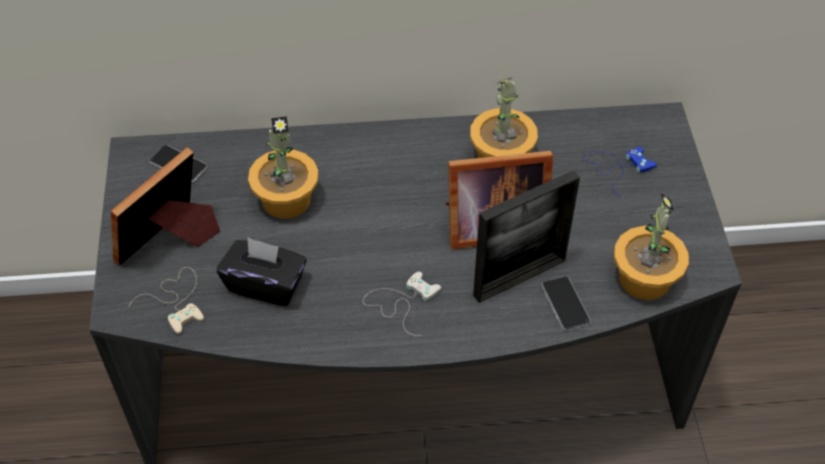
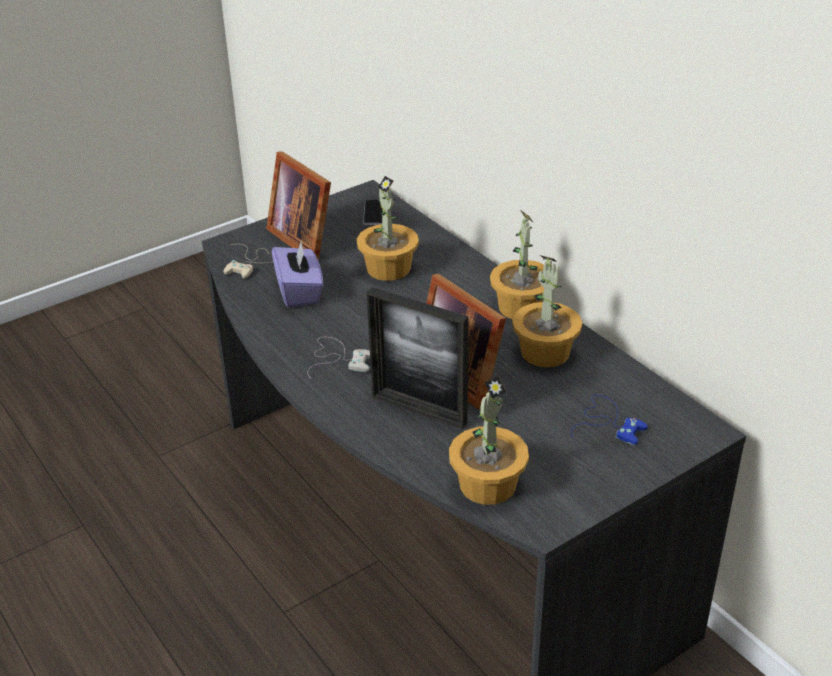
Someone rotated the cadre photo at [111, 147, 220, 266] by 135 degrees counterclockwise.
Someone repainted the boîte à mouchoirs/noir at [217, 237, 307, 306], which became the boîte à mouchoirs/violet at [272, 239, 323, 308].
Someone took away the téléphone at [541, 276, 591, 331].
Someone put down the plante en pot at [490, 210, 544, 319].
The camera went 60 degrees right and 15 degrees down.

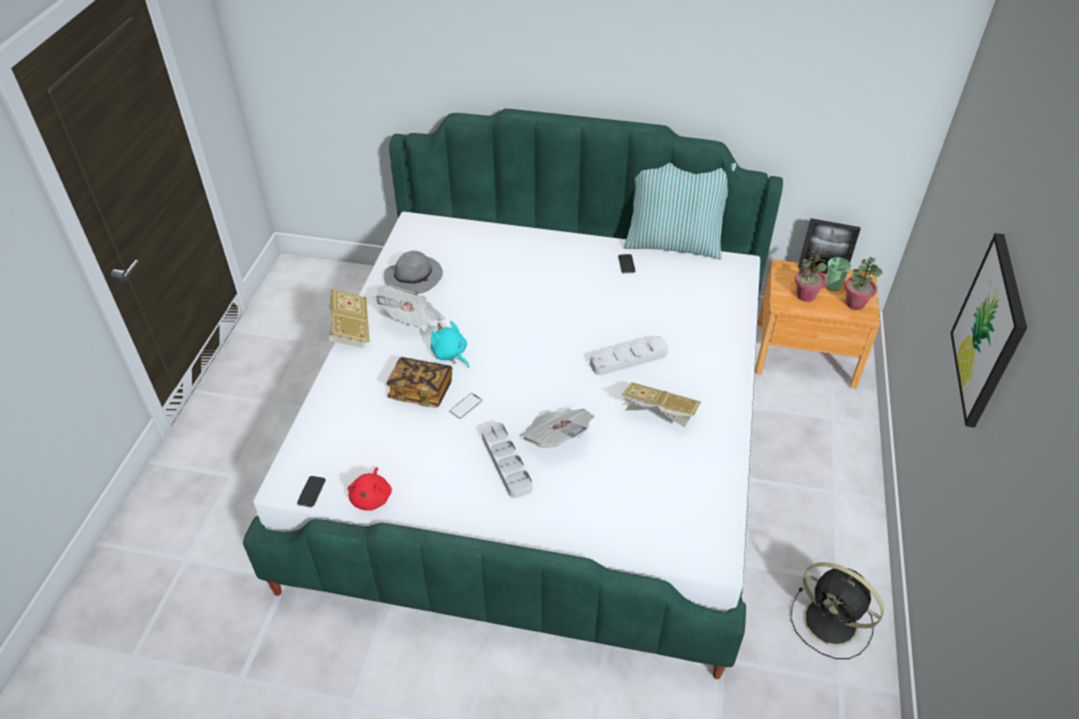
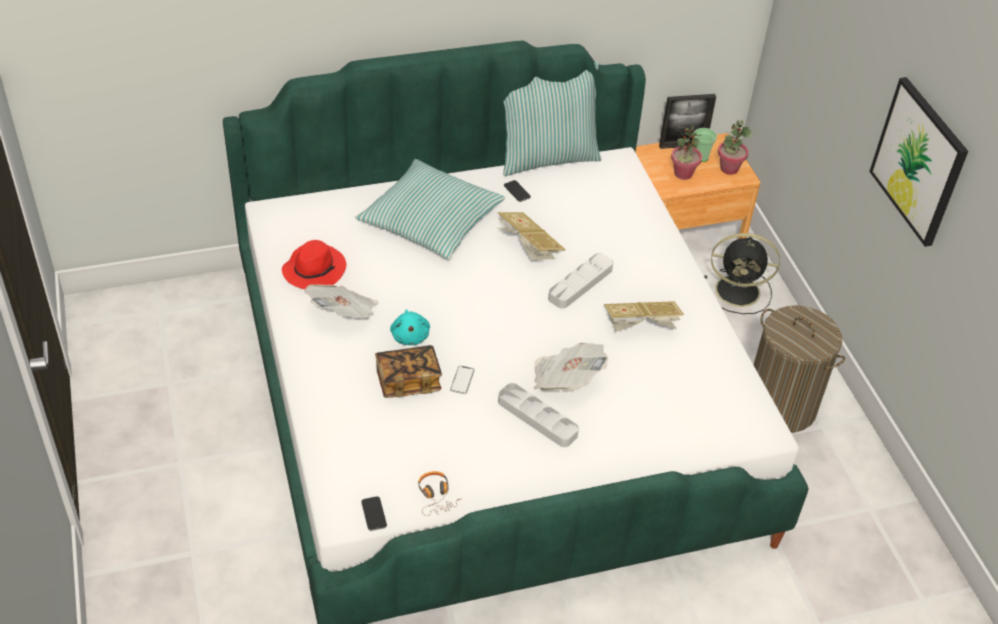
Someone repainted the chapeau/gris at [384, 251, 443, 294], which became the chapeau/rouge at [282, 240, 346, 289].
Someone carried the livre from [328, 289, 370, 348] to [497, 212, 566, 260].
Someone rotated the peluche/turquoise at [431, 321, 469, 368] by 120 degrees counterclockwise.
Someone swapped the peluche/rouge at [348, 467, 392, 511] for the casque audio at [418, 471, 460, 516].
Someone carried the ventilateur/noir from [790, 562, 884, 659] to [704, 233, 780, 314].
Someone put down the coussin at [355, 159, 505, 259].
Someone put down the panier à linge at [754, 305, 845, 433].
The camera went 30 degrees left and 0 degrees up.

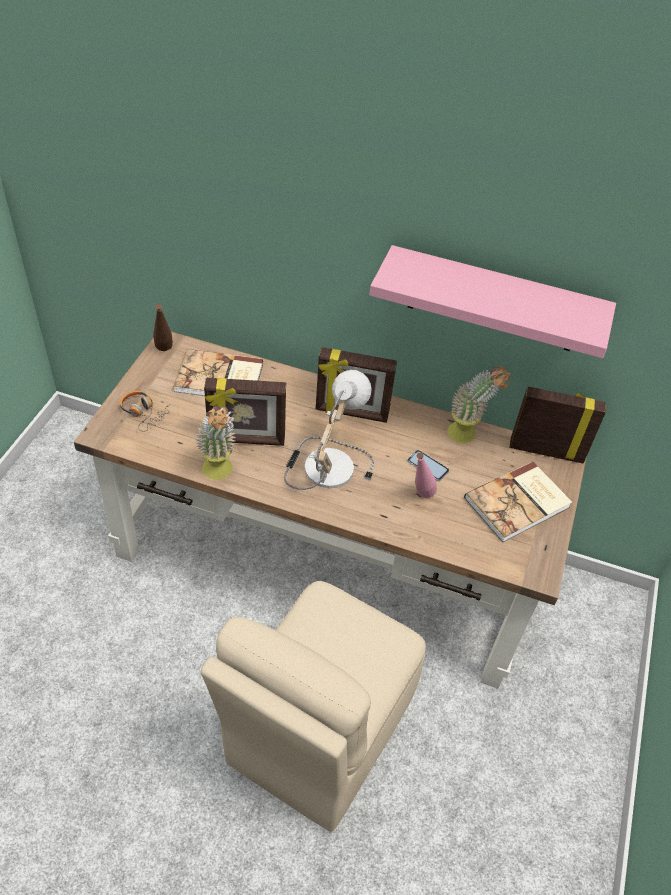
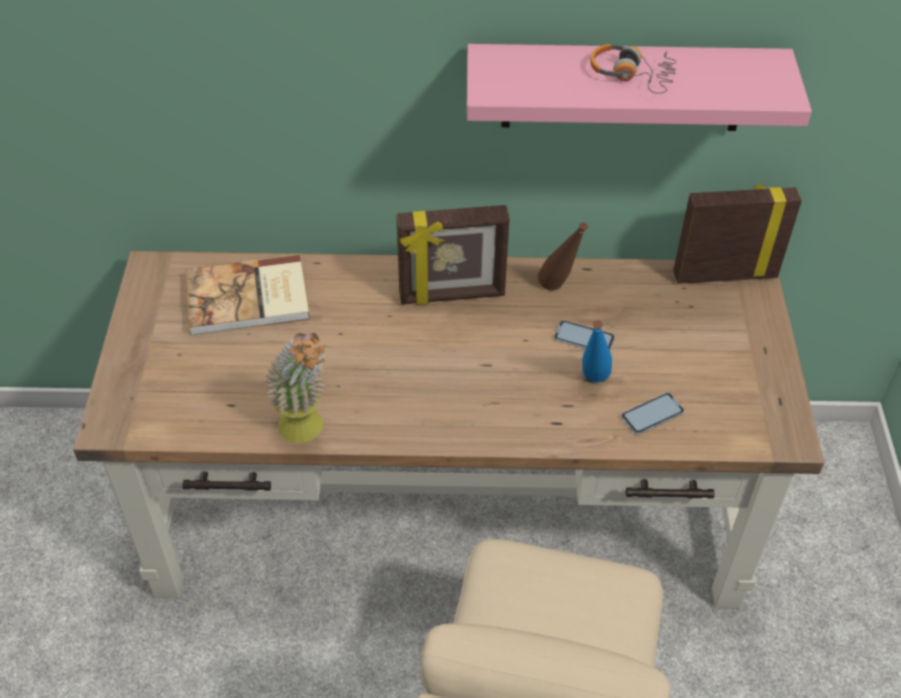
Someone carried the bouteille/marron from [153, 304, 173, 351] to [538, 222, 588, 291].
Someone took away the plante en pot at [447, 366, 511, 443].
Someone took away the lampe de table at [284, 370, 374, 490].
Someone took away the cadre photo at [204, 378, 286, 446].
Someone carried the casque audio from [120, 391, 170, 432] to [590, 44, 676, 94].
Someone repainted the bouteille/rose at [415, 453, 437, 498], which became the bouteille/bleu at [582, 320, 612, 383].
Someone took away the livre at [464, 461, 572, 542].
Someone put down the téléphone at [621, 393, 685, 435].
The camera went 15 degrees left and 0 degrees up.

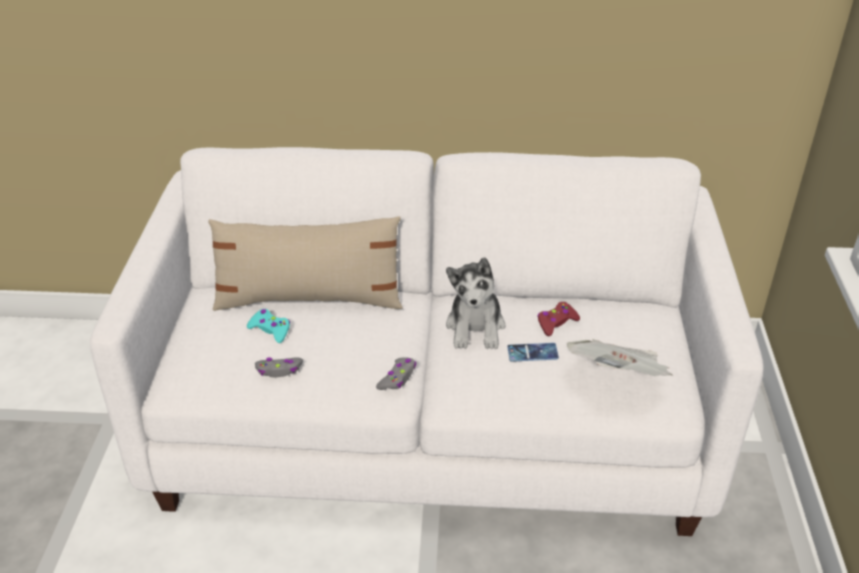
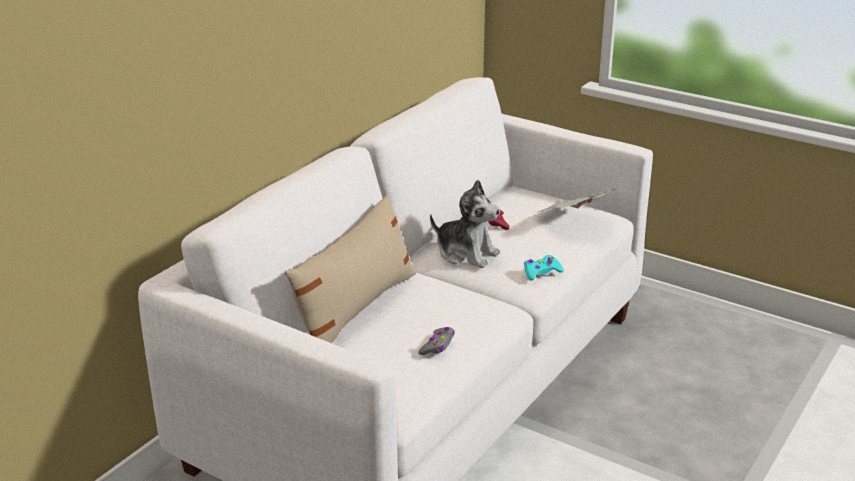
Someone carried the manette/turquoise from [247, 309, 290, 343] to [524, 255, 564, 280].
Someone took away the téléphone at [507, 343, 559, 362].
Someone took away the manette/gris at [376, 357, 416, 390].
The camera went 60 degrees left and 10 degrees down.

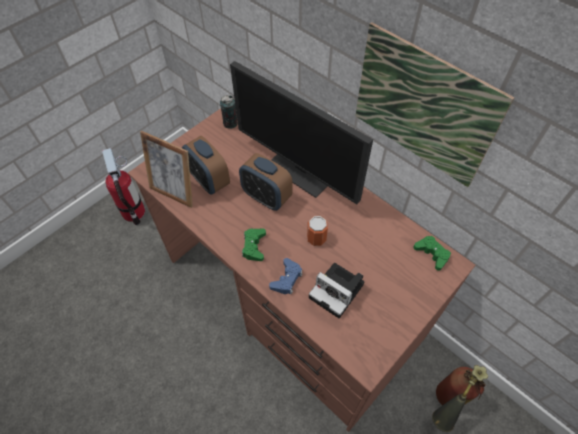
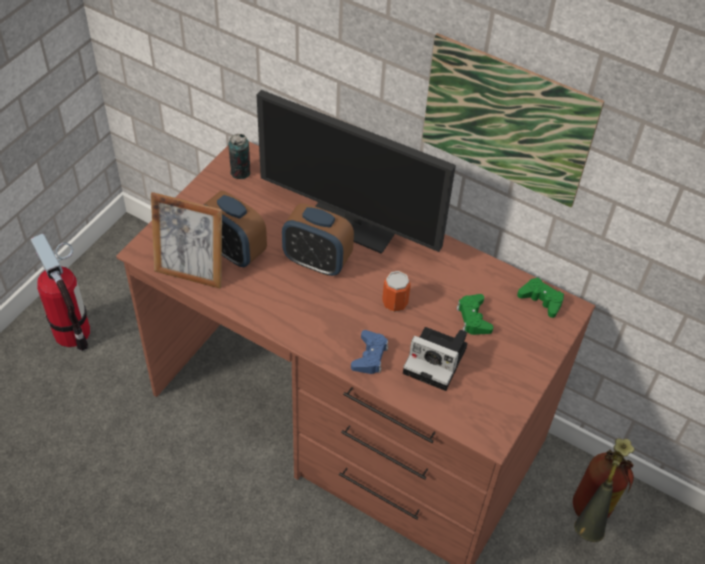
Someone carried the manette/vert from [242, 229, 266, 261] to [457, 294, 493, 335].
The camera went 15 degrees left and 5 degrees down.

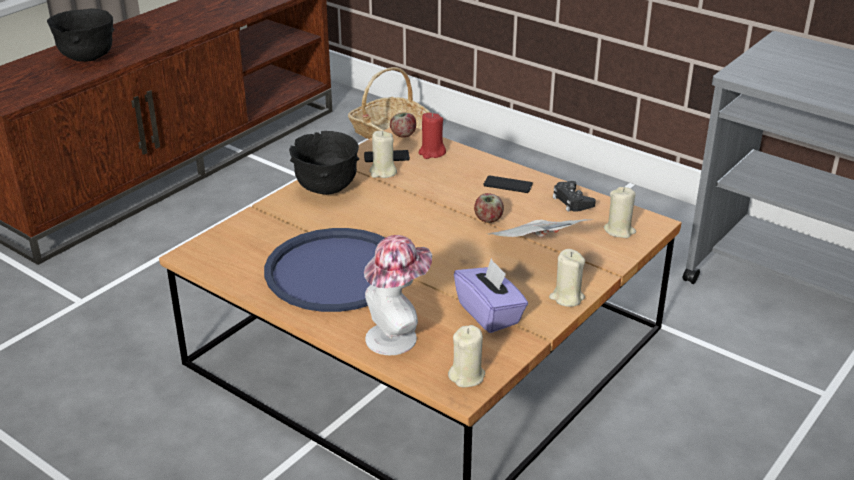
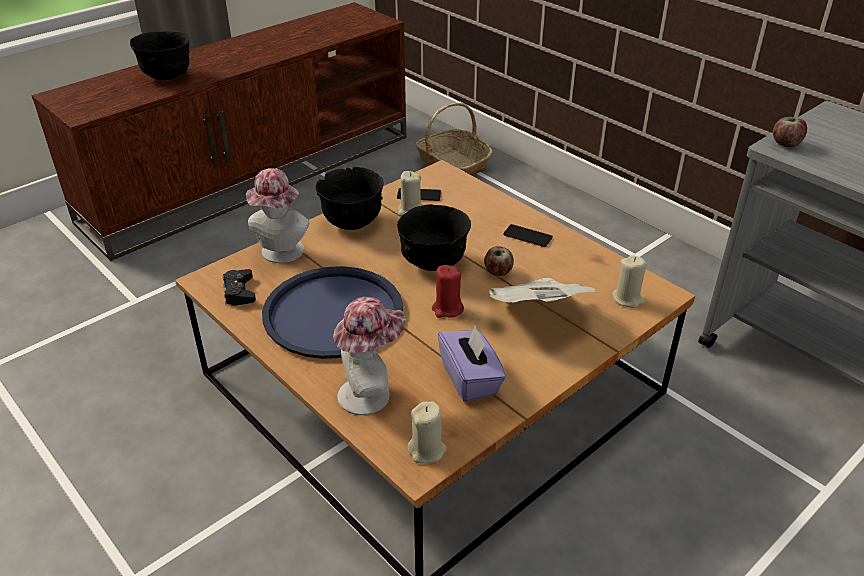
Someone carried the pomme from [390, 113, 416, 138] to [773, 117, 807, 147].
Someone carried the bougie/rouge from [418, 113, 446, 159] to [432, 265, 464, 318].
Someone carried the manette/noir from [553, 181, 596, 212] to [223, 269, 256, 306].
Someone took away the bougie/beige at [549, 249, 585, 307].
Someone put down the chapeau at [246, 168, 310, 263].
Someone put down the bol/noir at [397, 204, 471, 271].
The camera went 10 degrees right and 5 degrees up.

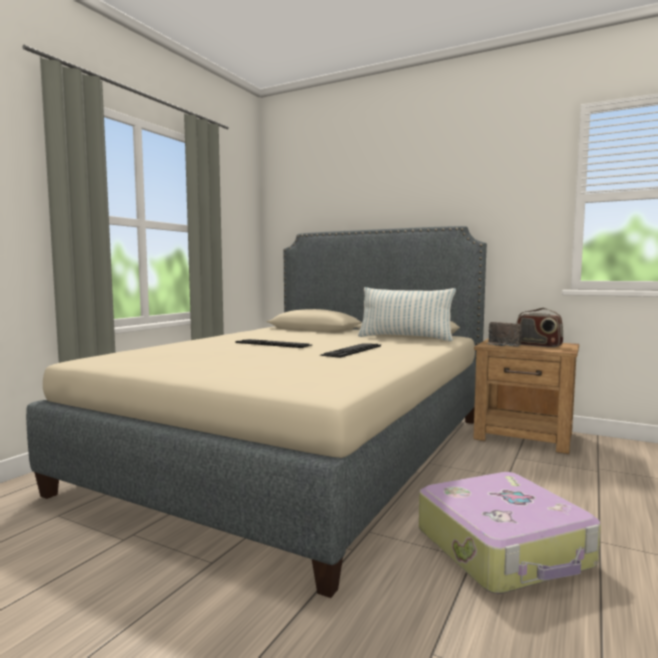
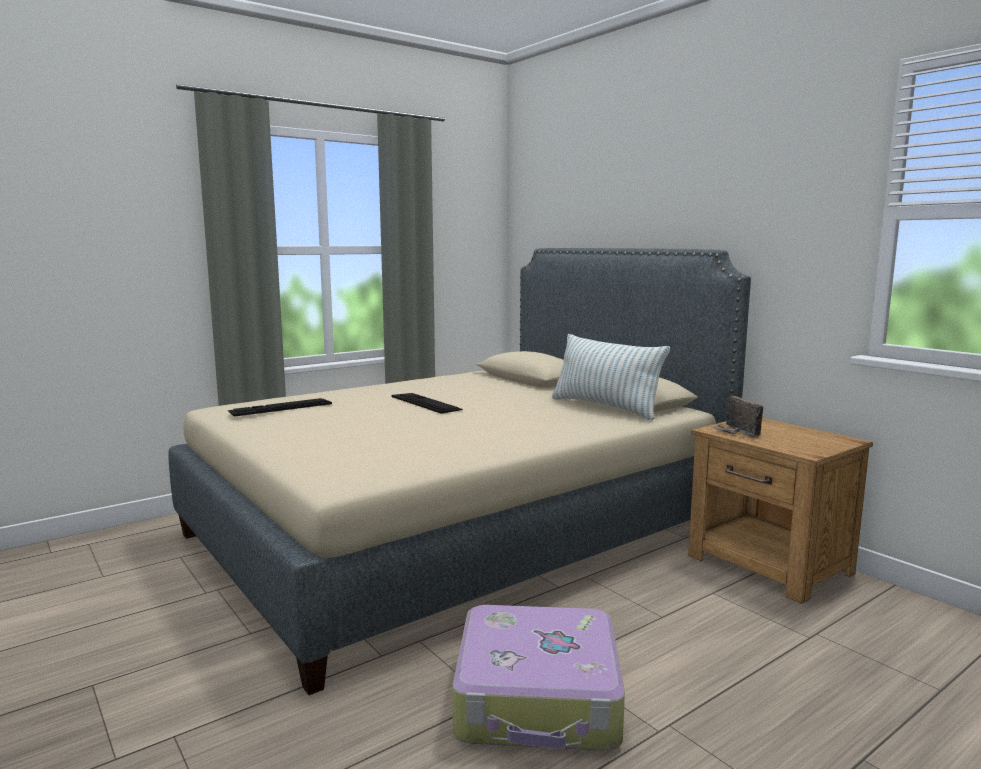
Someone took away the radio at [516, 308, 563, 348].
Someone carried the clavier from [320, 343, 381, 358] to [228, 398, 332, 417].
The camera went 25 degrees right and 5 degrees up.

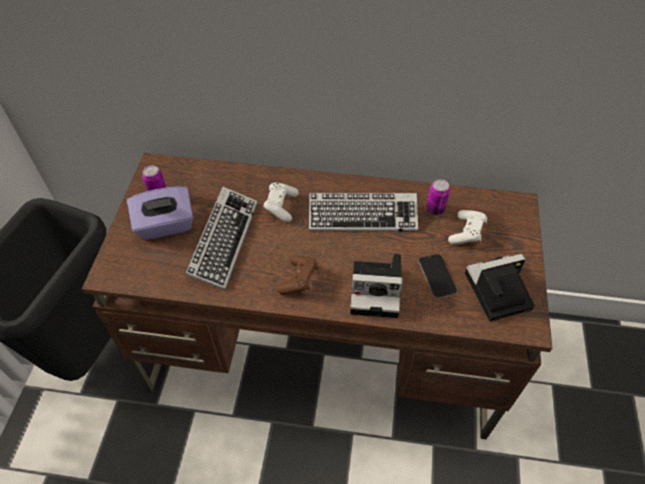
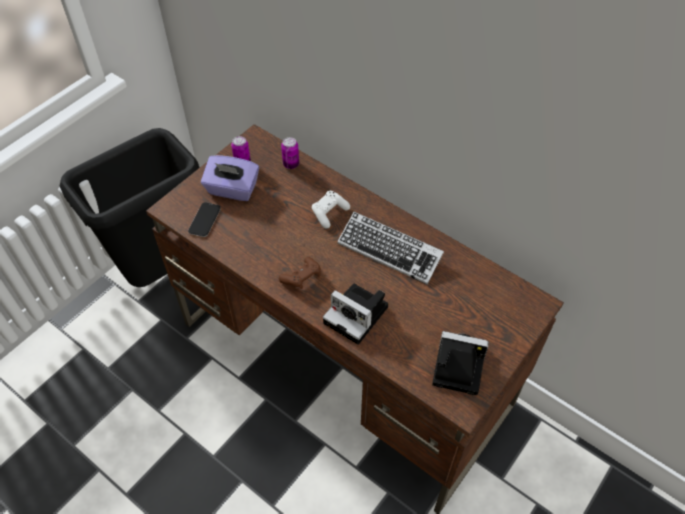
Someone carried the boîte métallique from [426, 179, 450, 215] to [281, 137, 299, 169].
Someone took away the clavier at [185, 186, 257, 290].
Someone took away the manette/blanc at [448, 210, 487, 245].
Someone carried the téléphone from [419, 254, 457, 298] to [188, 202, 221, 237].
The camera went 30 degrees right and 0 degrees up.

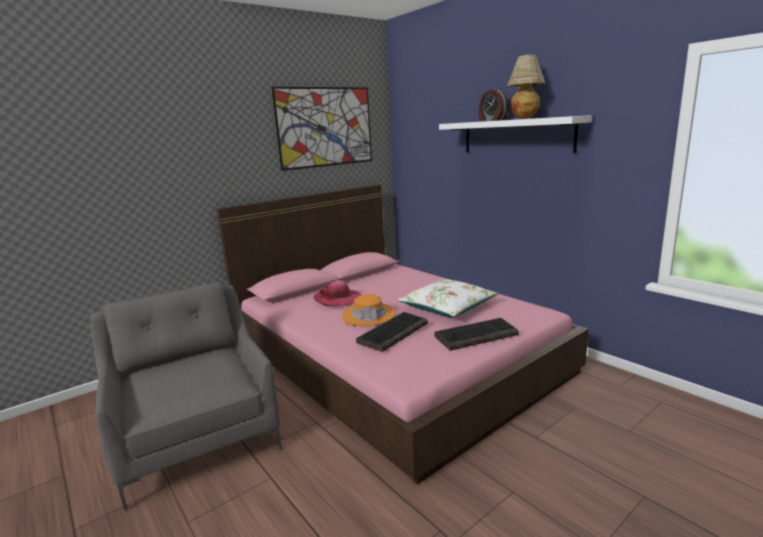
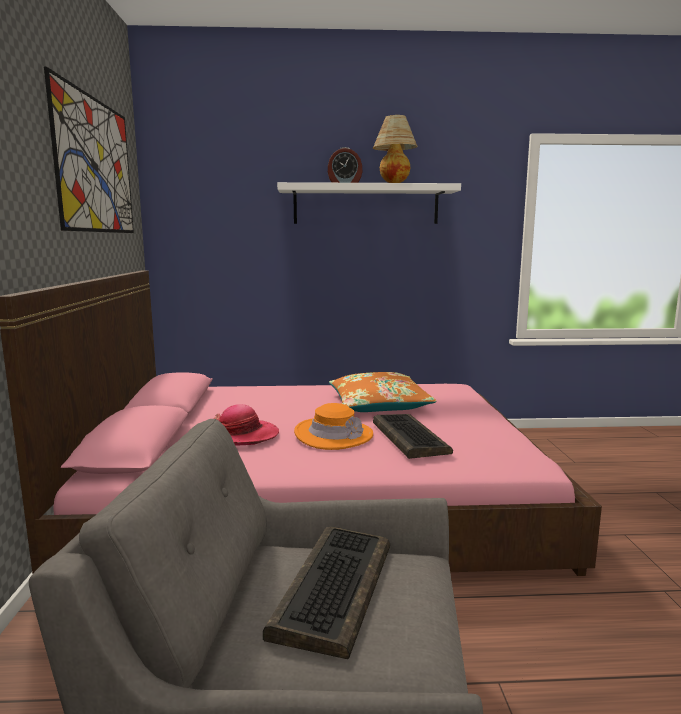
Someone repainted the coussin/blanc at [397, 279, 498, 317], which became the coussin/orange at [329, 372, 437, 412].
Someone carried the clavier from [434, 318, 519, 351] to [263, 526, 390, 659].
The camera went 55 degrees left and 5 degrees down.

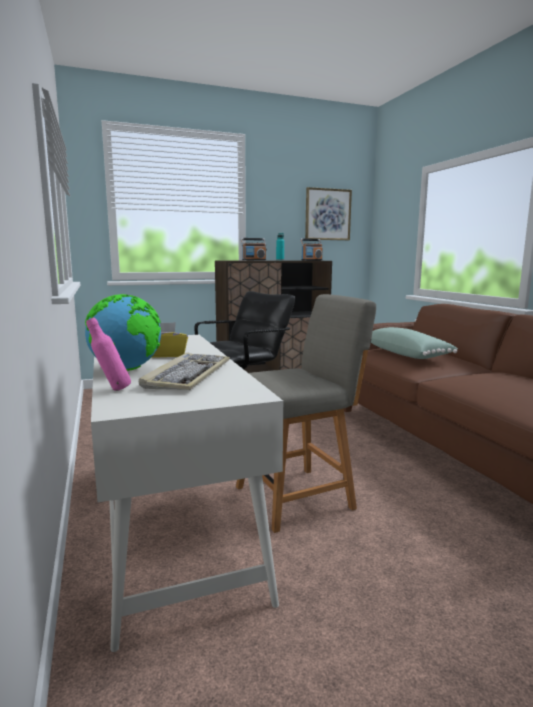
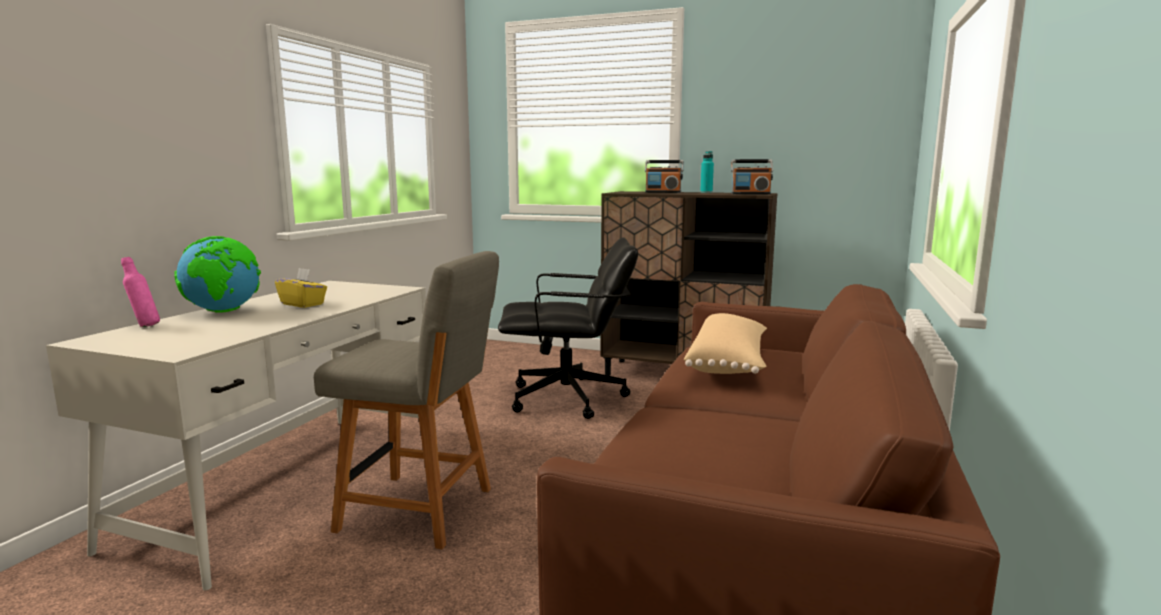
Someone took away the tableau at [305, 187, 352, 240].
Someone repainted the coussin/vert at [371, 327, 458, 359], which became the coussin/beige at [684, 313, 767, 374].
Someone took away the clavier at [139, 353, 230, 390].
The camera went 40 degrees right and 0 degrees up.

